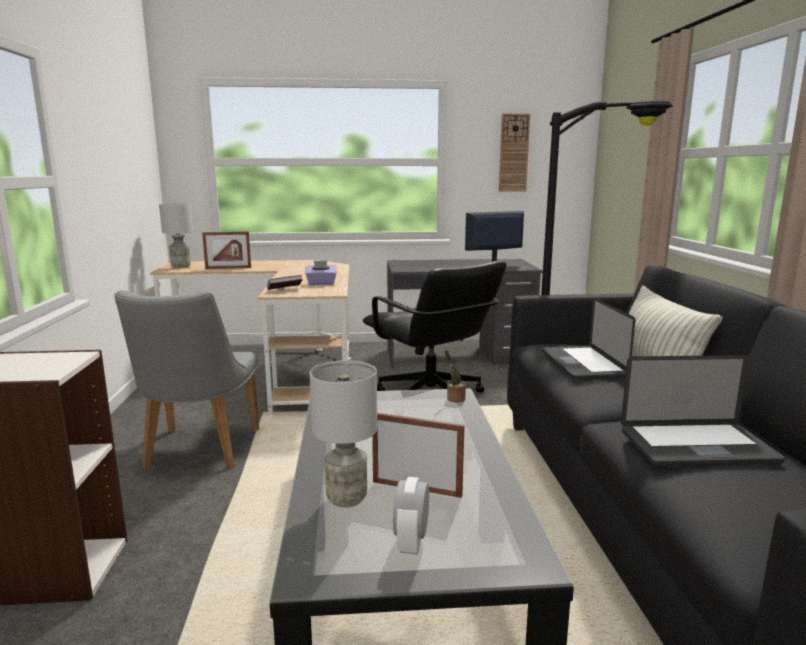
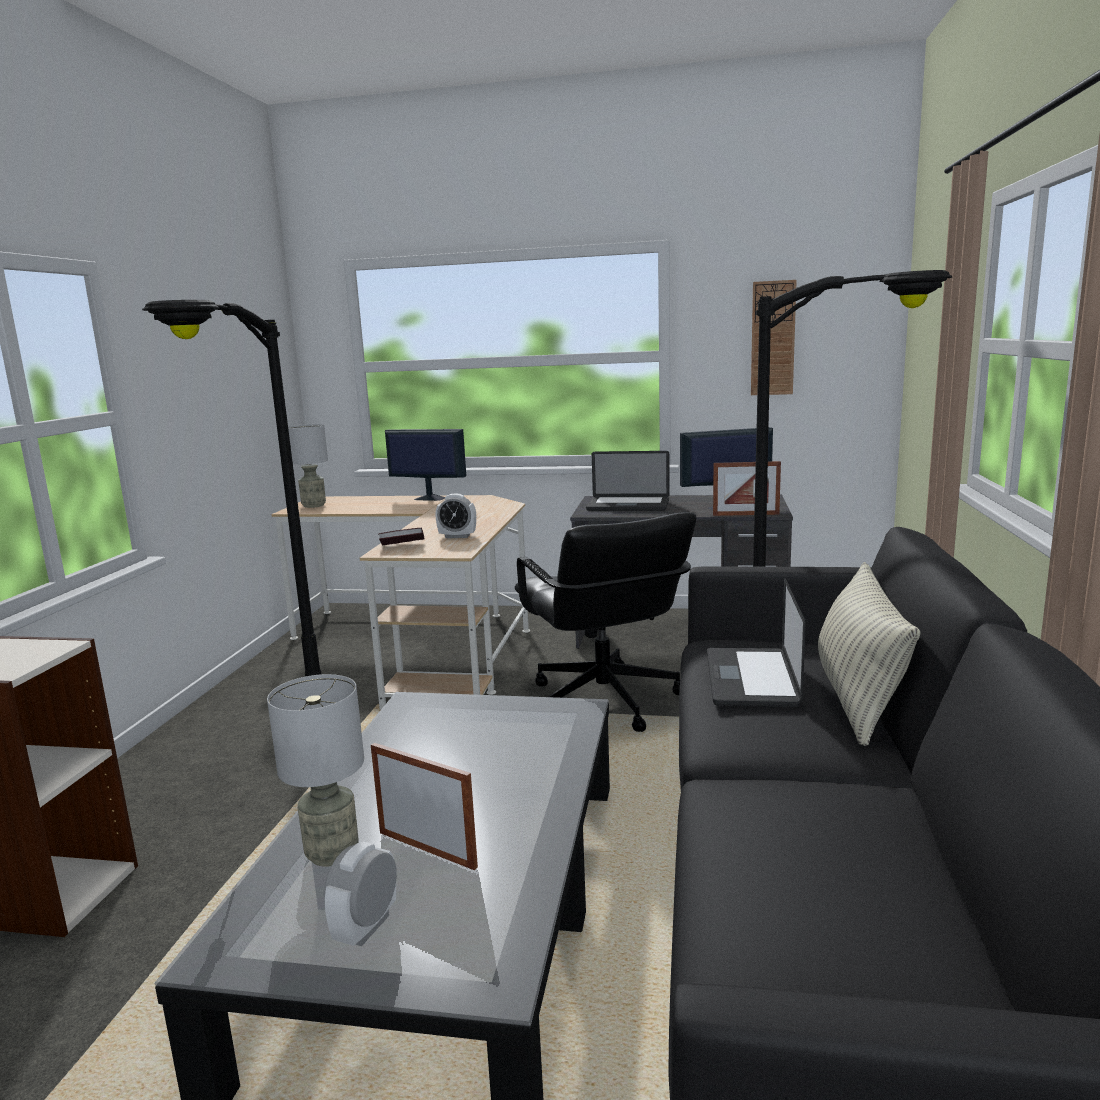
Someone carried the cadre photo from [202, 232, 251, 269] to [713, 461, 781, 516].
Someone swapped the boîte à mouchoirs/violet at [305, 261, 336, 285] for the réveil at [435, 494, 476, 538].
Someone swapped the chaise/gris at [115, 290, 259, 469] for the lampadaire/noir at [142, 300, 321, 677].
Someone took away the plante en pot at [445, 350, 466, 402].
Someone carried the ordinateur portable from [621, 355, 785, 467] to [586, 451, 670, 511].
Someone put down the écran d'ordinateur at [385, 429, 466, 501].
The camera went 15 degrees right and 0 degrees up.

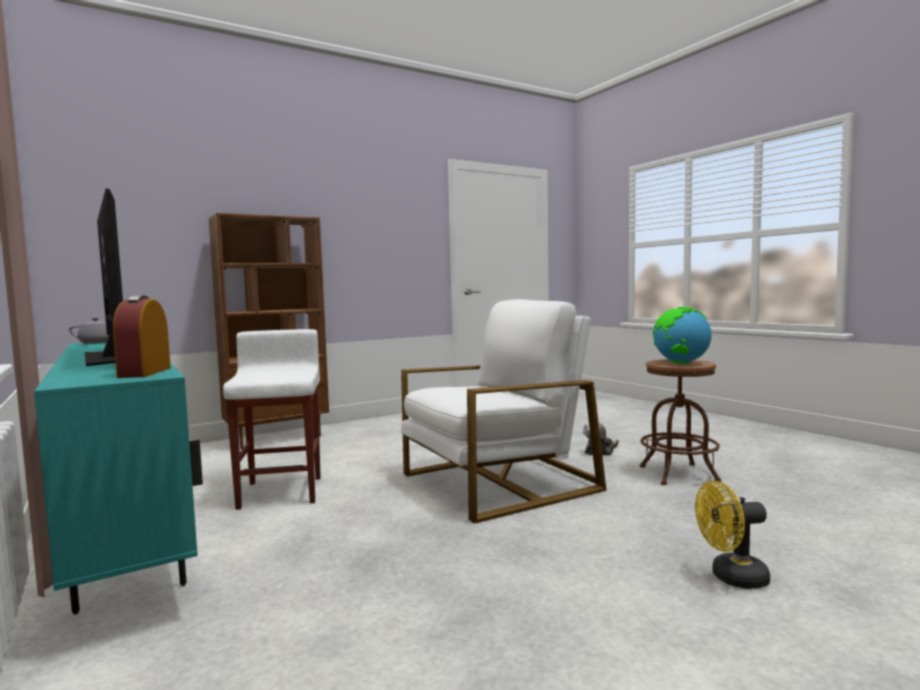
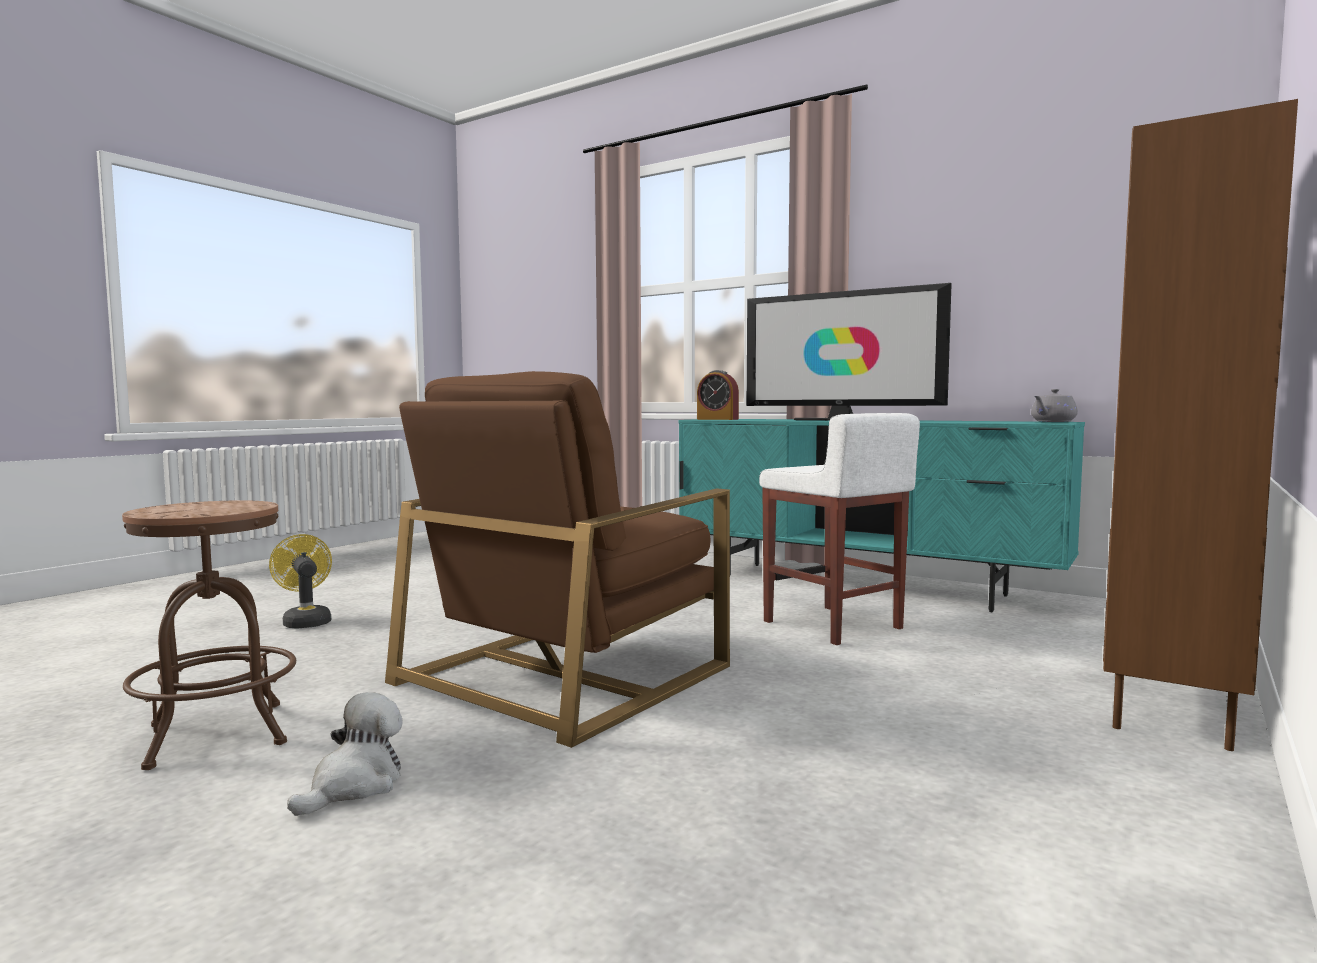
Someone rotated the réveil at [113, 295, 171, 378] by 150 degrees clockwise.
Someone repainted the fauteuil/blanc at [401, 299, 607, 524], which became the fauteuil/marron at [385, 371, 730, 748].
Someone took away the globe at [653, 307, 712, 364].
Someone rotated the ventilateur/jaune at [695, 481, 770, 589] by 90 degrees counterclockwise.
The camera went 155 degrees right and 0 degrees up.

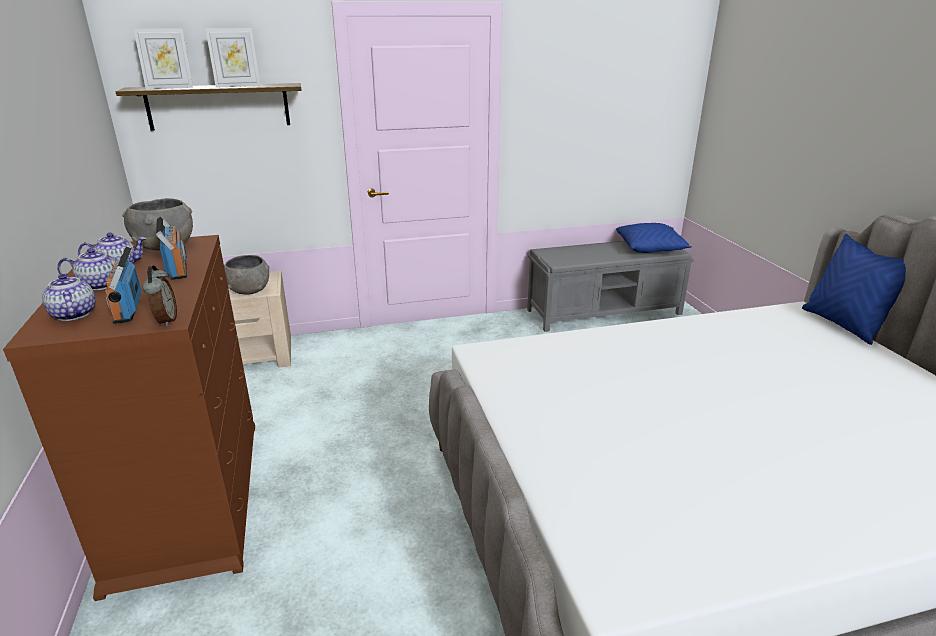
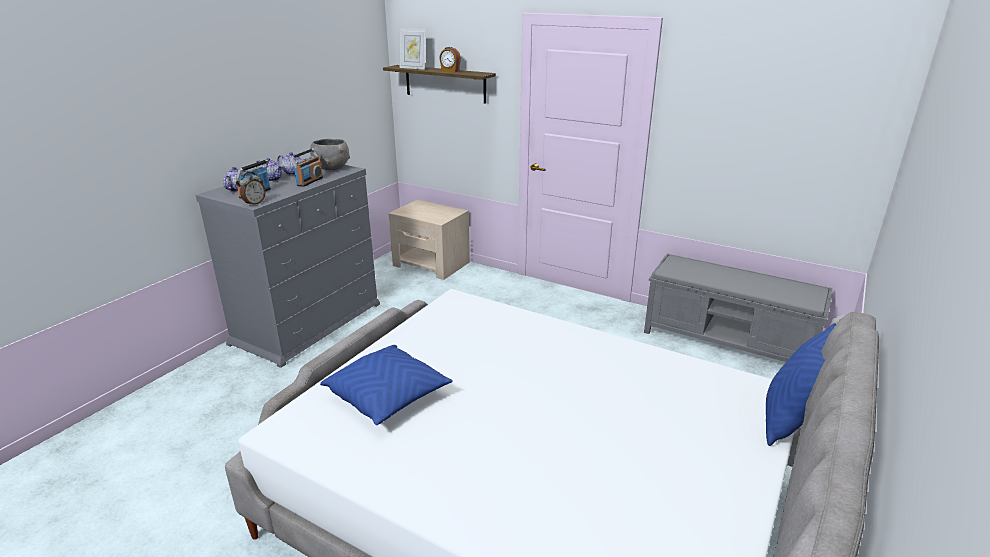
Someone swapped the cadre photo at [205, 28, 260, 88] for the réveil at [439, 47, 461, 73].
Someone carried the coussin/bleu from [616, 223, 692, 253] to [320, 345, 453, 425].
Someone repainted the commode/marron at [3, 235, 255, 601], which became the commode/gris at [196, 165, 380, 368].
Someone took away the bol/gris at [224, 255, 270, 295].
The camera went 45 degrees right and 0 degrees up.

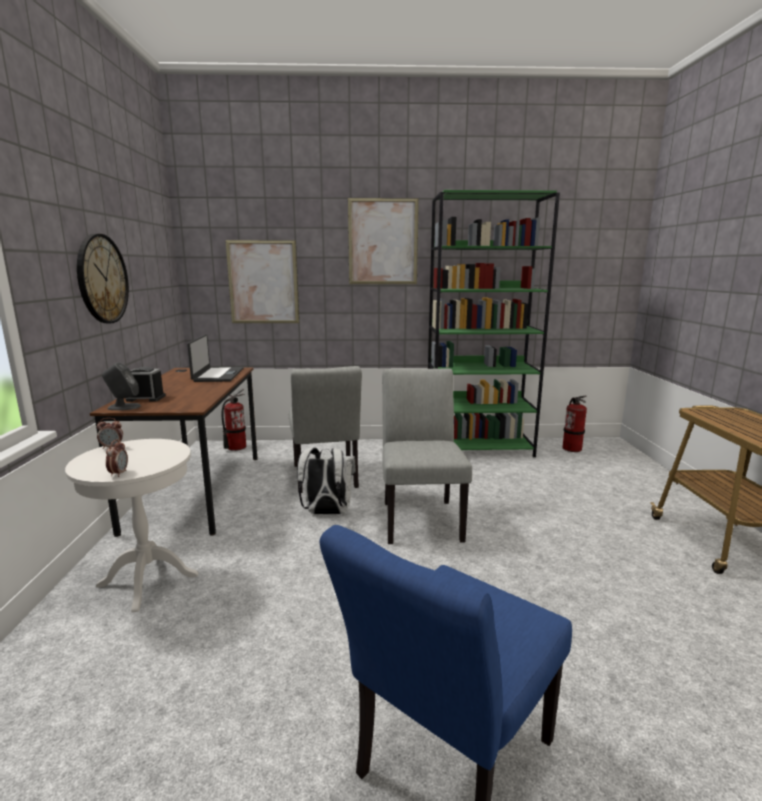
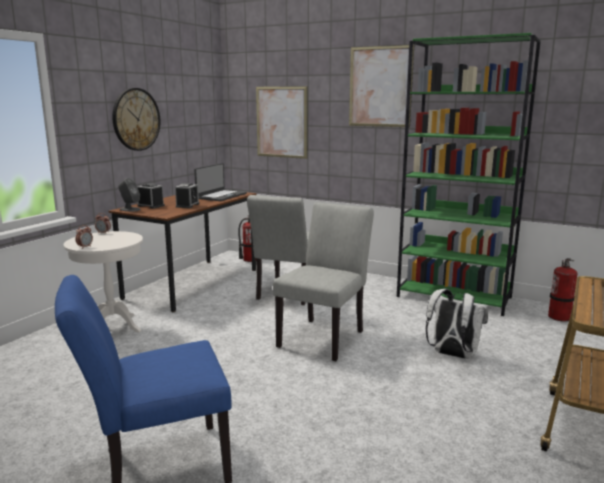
Someone carried the sac à dos/blanc from [297, 447, 356, 515] to [426, 289, 489, 359].
Someone put down the réveil at [175, 183, 199, 208].
The camera went 30 degrees right and 0 degrees up.

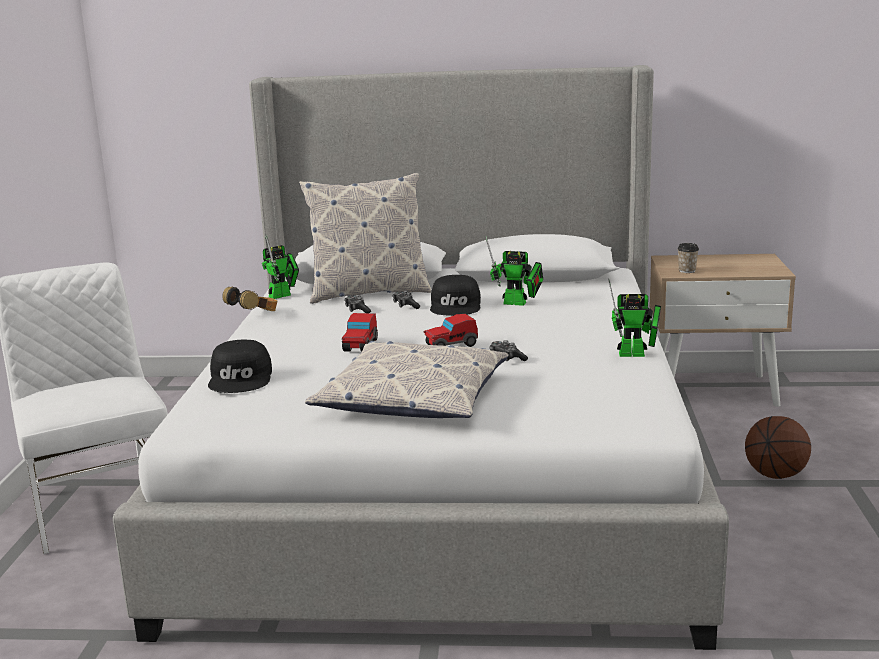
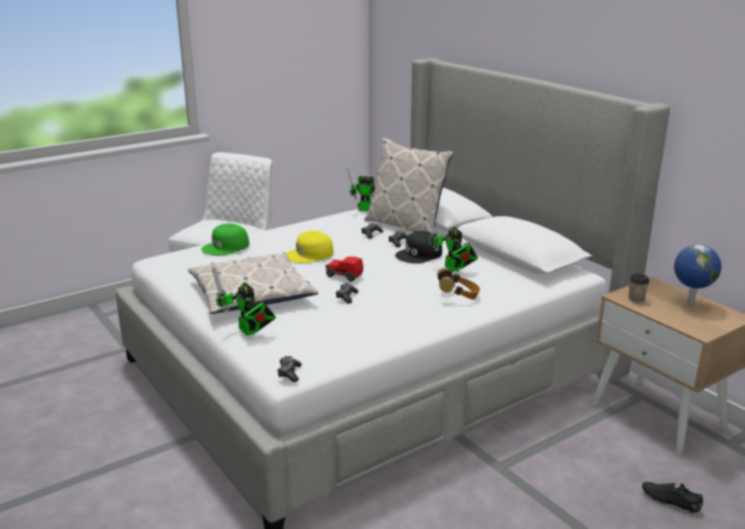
Someone carried the robot jouet from [608, 279, 661, 357] to [212, 267, 276, 336].
Someone carried the casque audio from [222, 286, 277, 311] to [437, 267, 480, 300].
Someone swapped the petite voiture at [342, 313, 378, 352] for the casquette/jaune at [286, 231, 334, 263].
Someone repainted the casquette/noir at [208, 340, 272, 393], which became the casquette/vert at [201, 223, 249, 255].
Someone took away the ballon de basket at [745, 416, 811, 479].
Someone put down the globe at [674, 245, 722, 306].
Someone put down the manette at [277, 356, 302, 382].
Someone put down the chaussure/noir at [642, 482, 703, 513].
The camera went 50 degrees right and 5 degrees up.

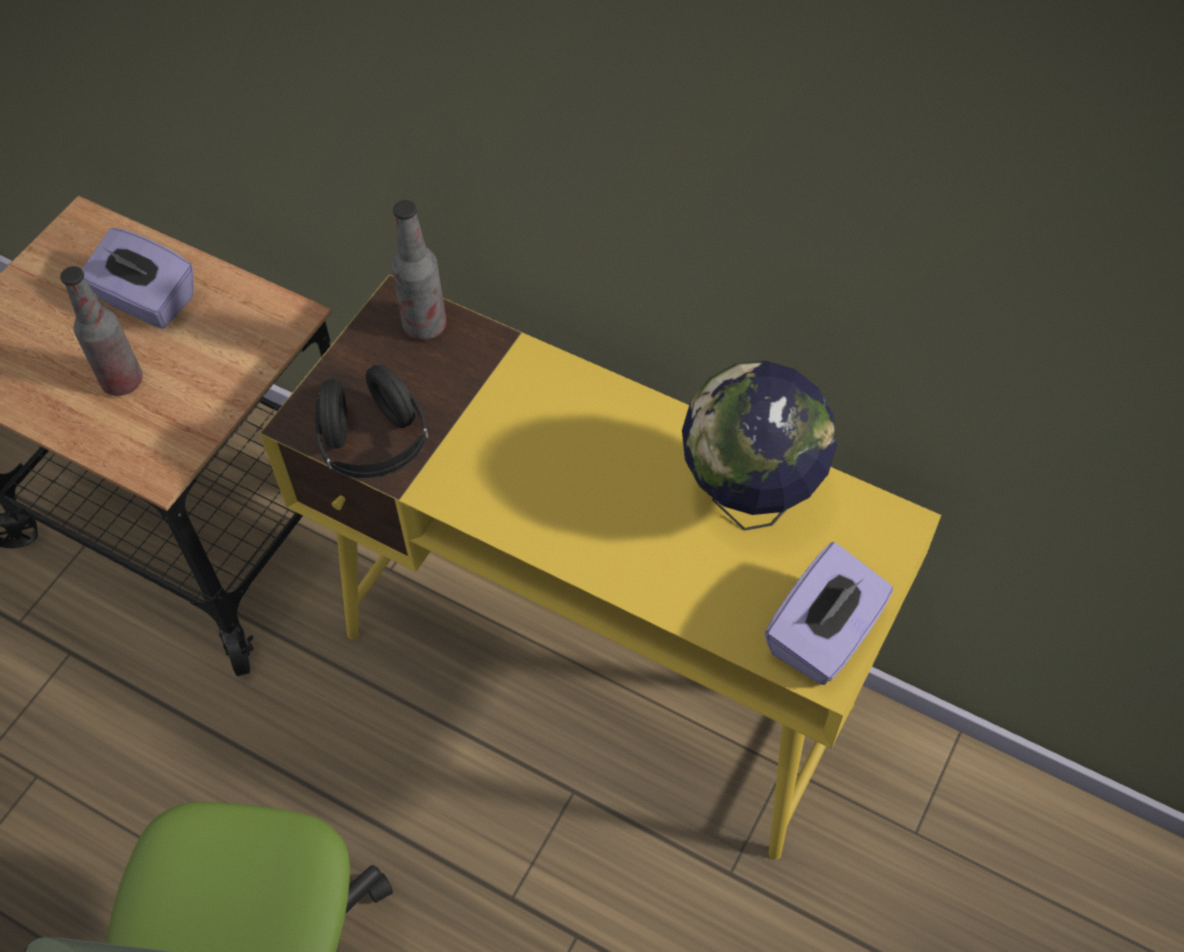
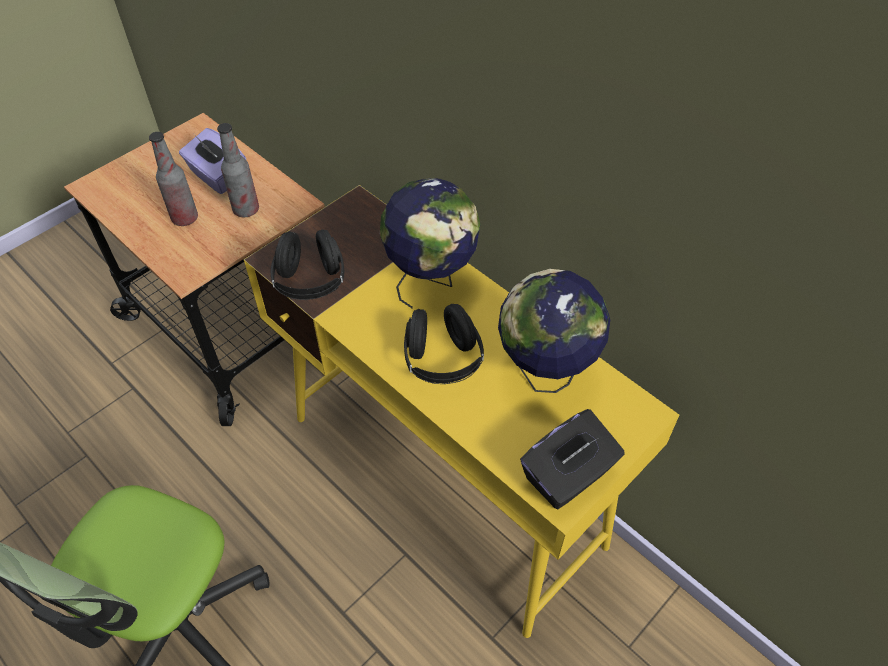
Someone carried the bouteille from [392, 200, 446, 340] to [217, 123, 259, 217].
Someone repainted the boîte à mouchoirs/violet at [765, 542, 893, 685], which became the boîte à mouchoirs/noir at [520, 409, 625, 509].
Someone put down the globe at [380, 177, 480, 308].
Someone put down the casque audio/noir at [404, 304, 484, 384].
The camera went 15 degrees right and 5 degrees down.

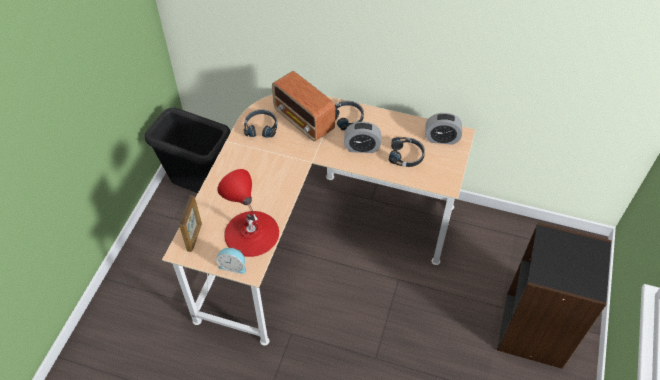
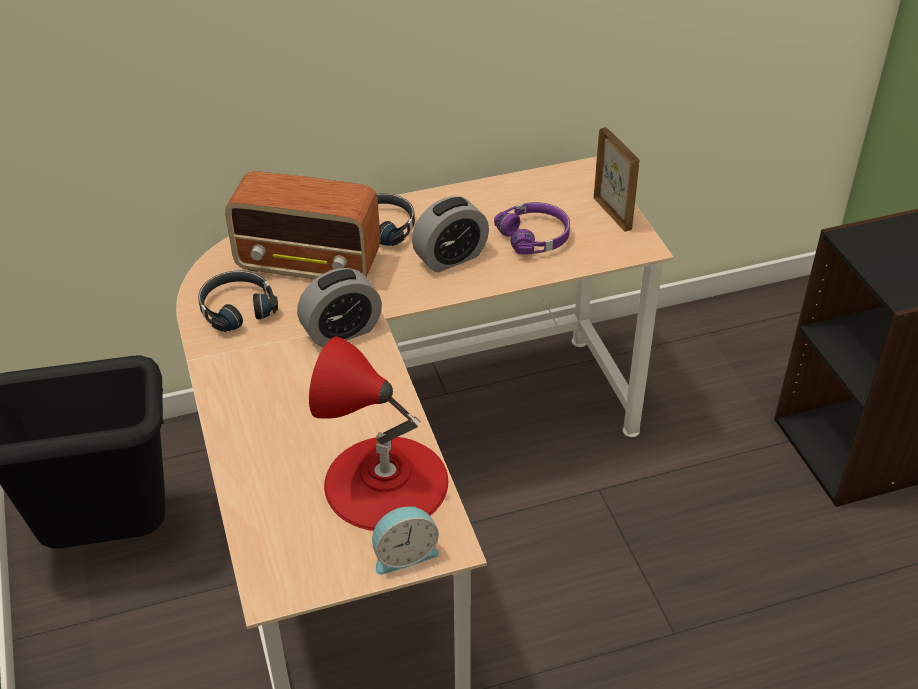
Someone carried the réveil from [425, 113, 462, 145] to [297, 268, 382, 347].
Someone repainted the casque audio/noir at [389, 137, 425, 167], which became the casque audio/violet at [494, 202, 570, 254].
Someone carried the cadre photo from [179, 196, 202, 252] to [594, 127, 640, 232].
The camera went 35 degrees left and 10 degrees down.

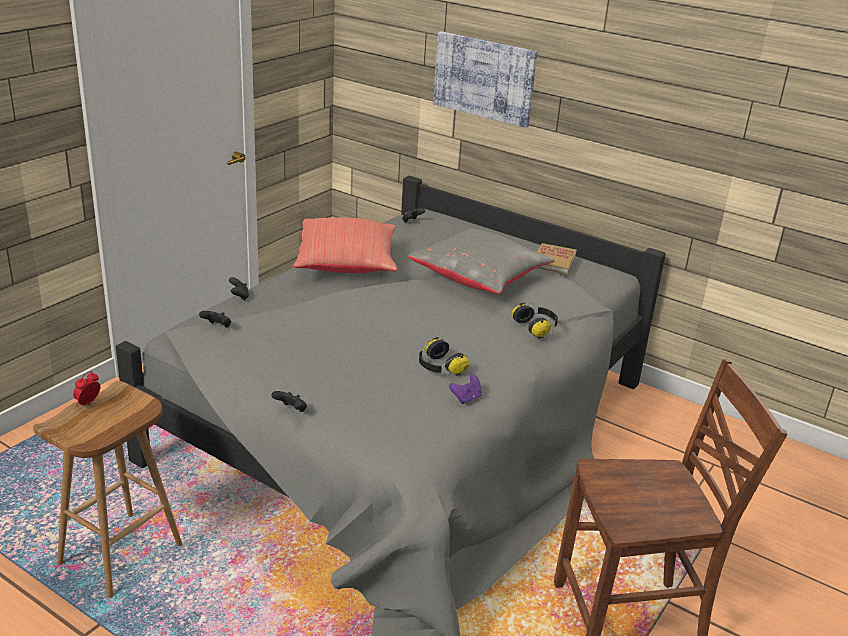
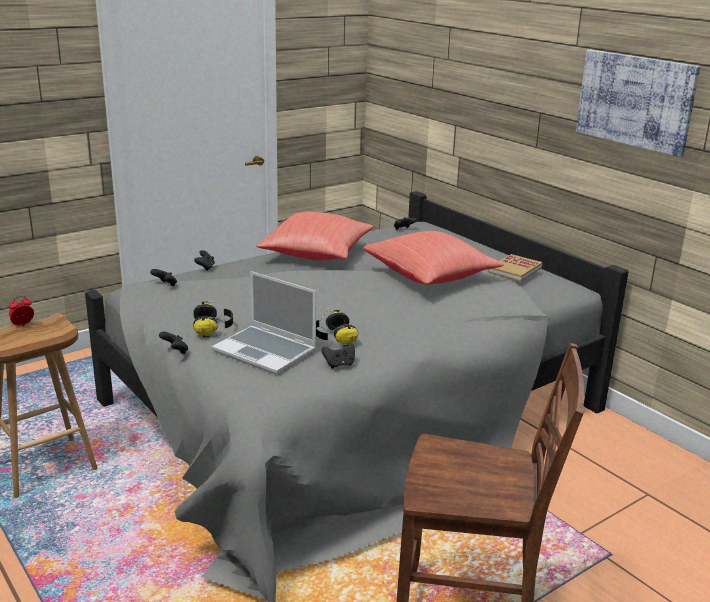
Someone carried the tableau from [433, 31, 537, 128] to [576, 50, 700, 157].
Someone repainted the coussin/gris at [408, 229, 555, 294], which became the coussin/rouge at [363, 231, 504, 285].
Someone carried the casque audio from [512, 302, 558, 339] to [193, 301, 233, 337].
Someone repainted the manette/violet at [449, 374, 482, 404], which became the manette/noir at [321, 343, 355, 369].
Someone put down the ordinateur portable at [212, 271, 316, 375].
The camera went 20 degrees right and 5 degrees down.

